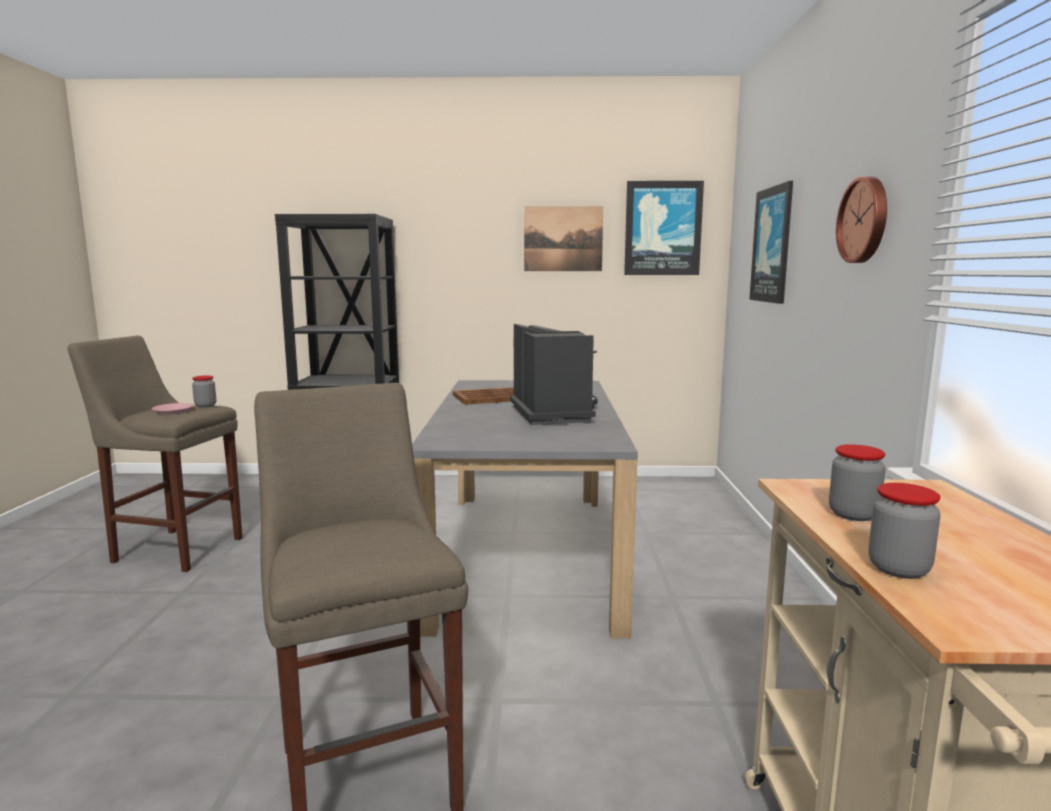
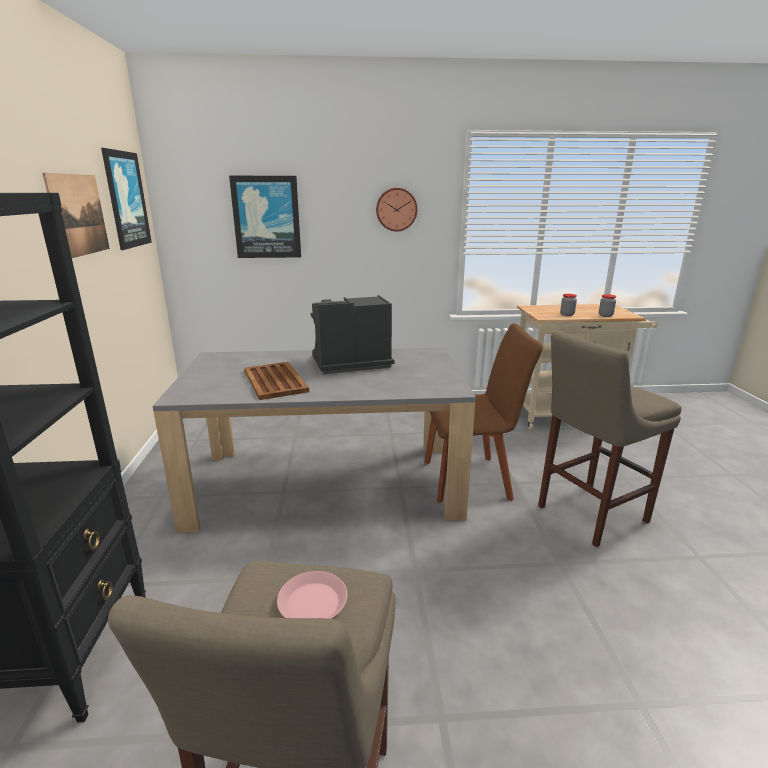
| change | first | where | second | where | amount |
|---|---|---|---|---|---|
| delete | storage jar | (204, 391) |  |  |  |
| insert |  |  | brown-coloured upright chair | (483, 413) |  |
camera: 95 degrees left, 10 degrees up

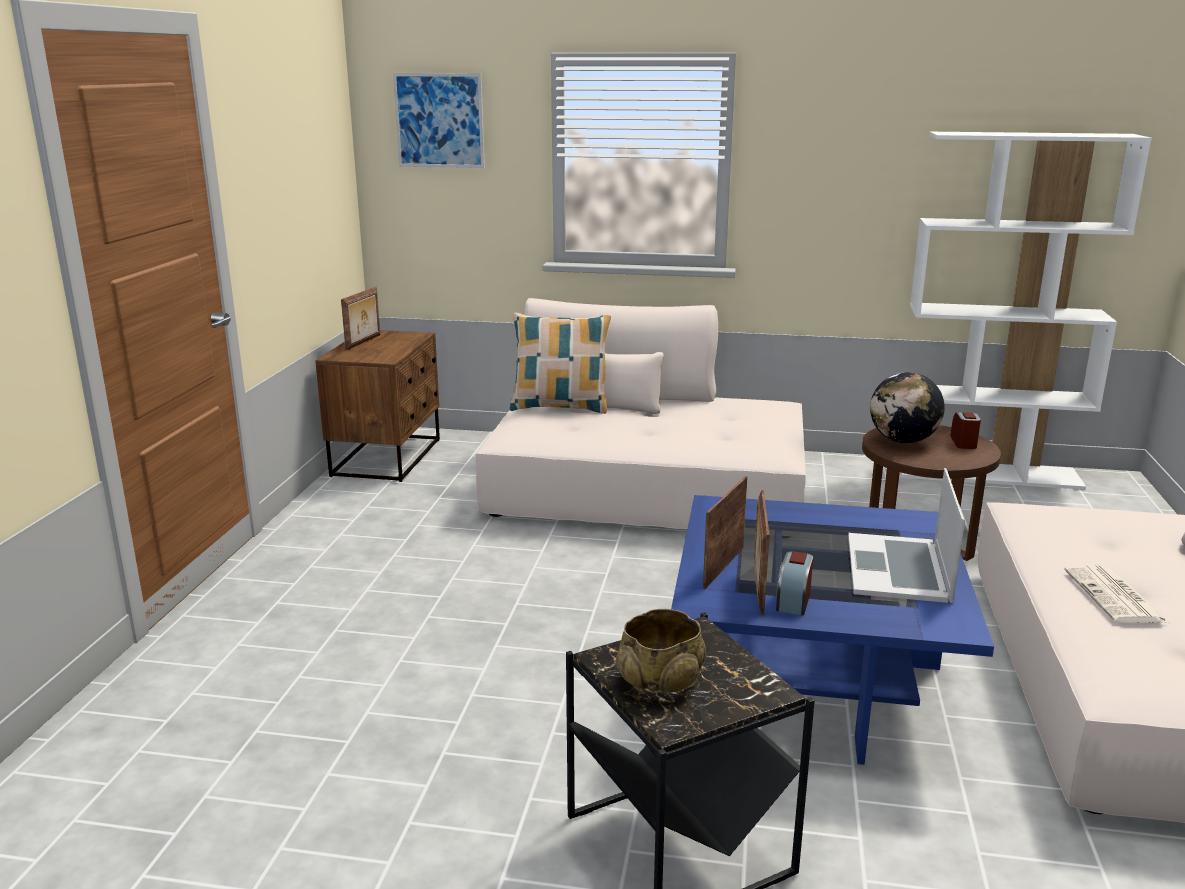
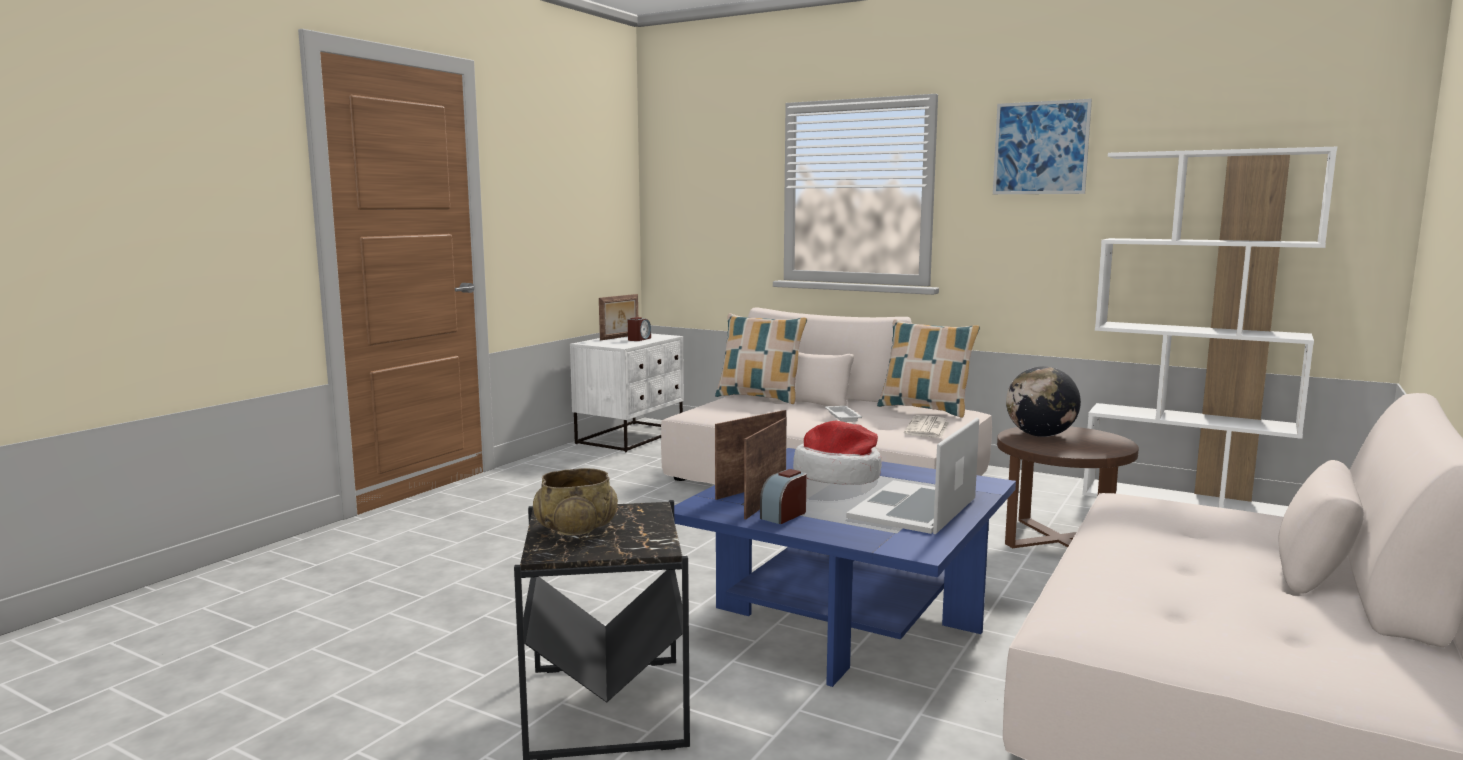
| change | first | where | second | where | amount |
|---|---|---|---|---|---|
| move | wall picture | (439, 120) |  | (1042, 146) |  |
| recolor | brown-coloured bedside table | (377, 406) | whitish bedside table | (627, 393) |  |
| move | bedside clock | (965, 430) |  | (639, 329) |  |
| move | newspaper | (1116, 594) |  | (926, 426) |  |
| insert |  |  | pillow | (928, 368) |  |
| insert |  |  | whitish serving tray | (843, 414) |  |
| insert |  |  | wearable hat | (837, 453) |  |
camera: 20 degrees right, 10 degrees down

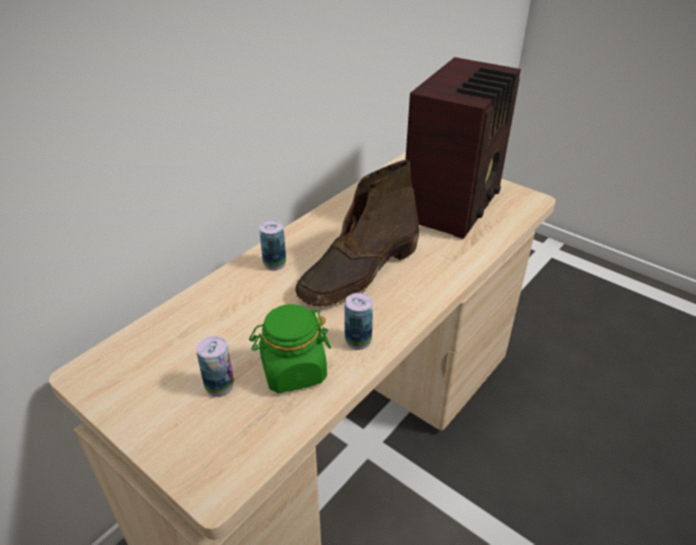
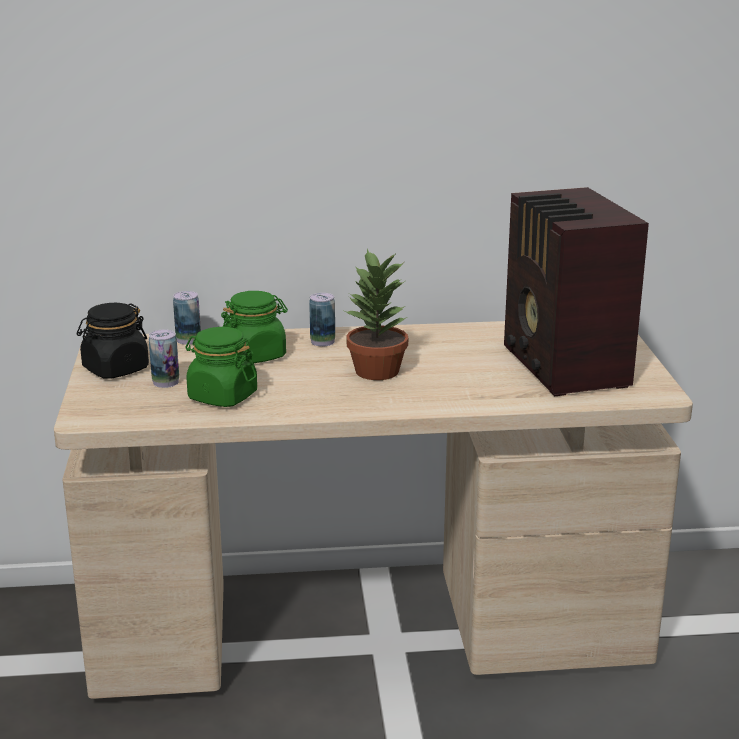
| change | first | where | second | where | amount |
|---|---|---|---|---|---|
| rotate | radio set | (463, 148) |  | (576, 291) | 90 degrees clockwise |
| replace | brown-coloured tall boot | (357, 233) | houseplant | (376, 314) |  |
| move | metal can | (358, 321) |  | (187, 318) |  |
| insert |  |  | greenish storage jar | (254, 327) |  |
| insert |  |  | blackish storage jar | (113, 341) |  |
camera: 45 degrees right, 15 degrees down

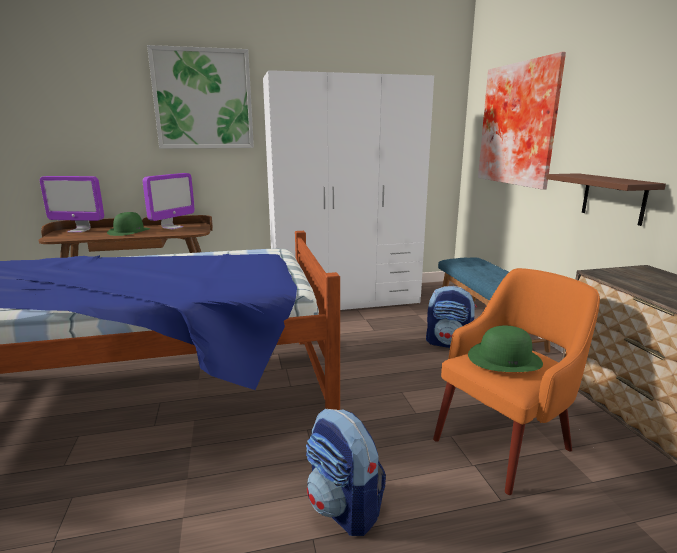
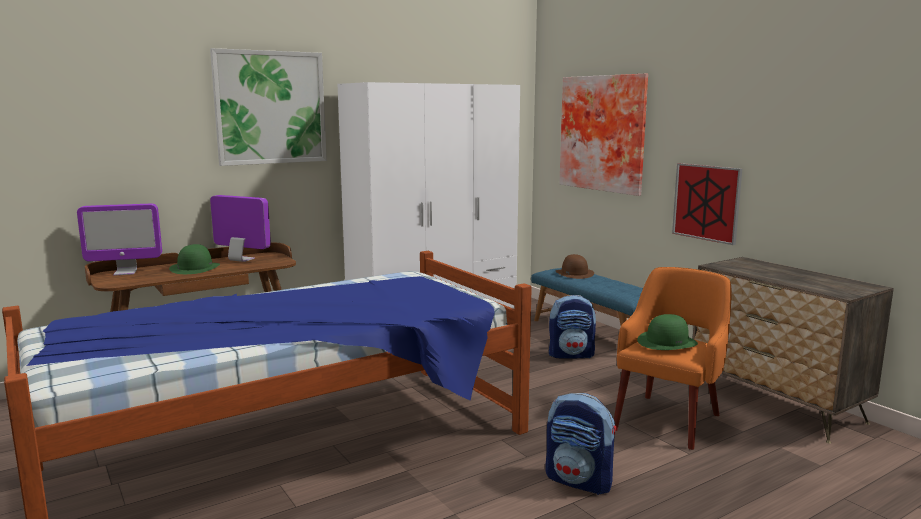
| change | first | where | second | where | amount |
|---|---|---|---|---|---|
| rotate | computer display | (169, 201) |  | (240, 228) | 75 degrees counterclockwise |
| replace | brown-coloured shelf | (606, 199) | wall picture | (707, 204) |  |
| insert |  |  | brown-coloured wearable hat | (575, 266) |  |
camera: 20 degrees left, 5 degrees down

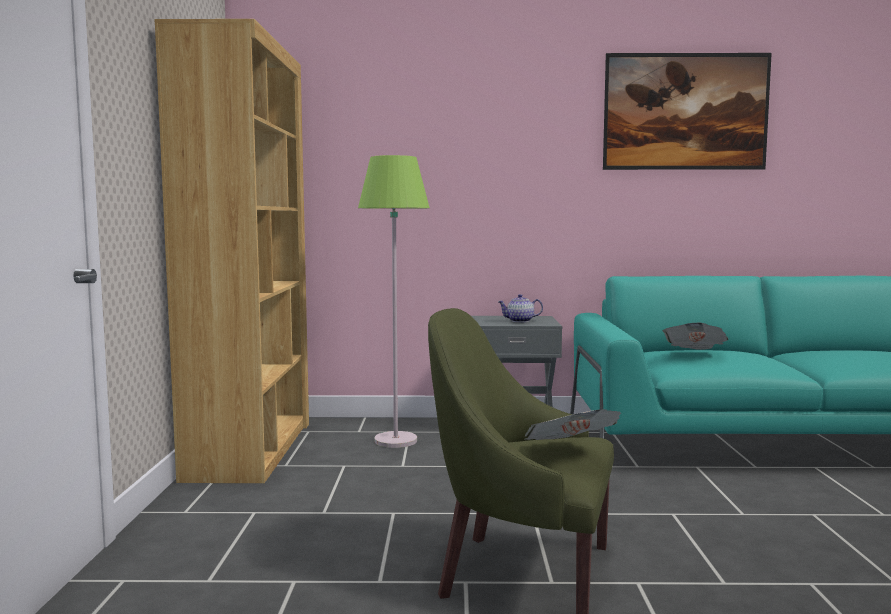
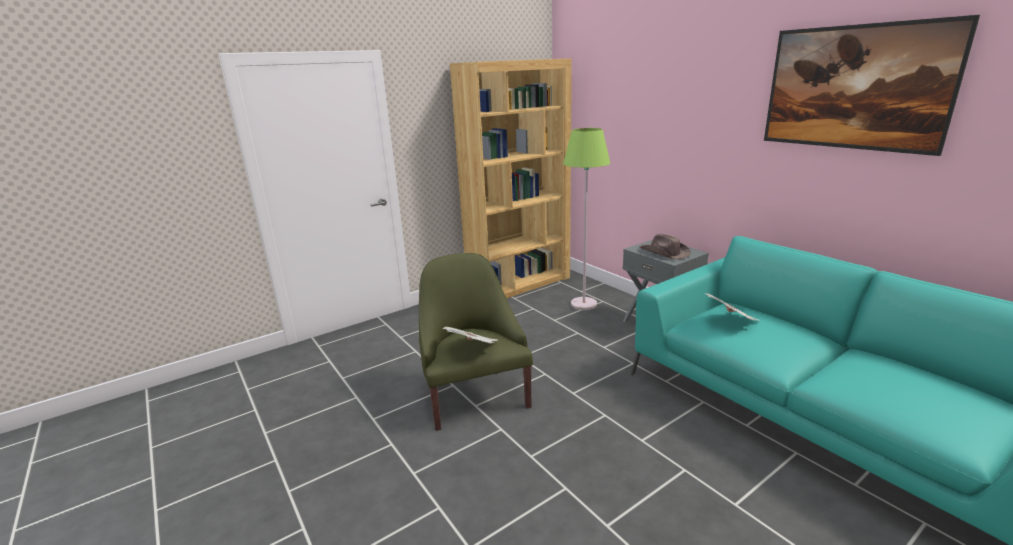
| change | first | where | second | where | amount |
|---|---|---|---|---|---|
| replace | tea pot | (520, 308) | brown-coloured wearable hat | (665, 246) |  |
camera: 55 degrees right, 15 degrees up

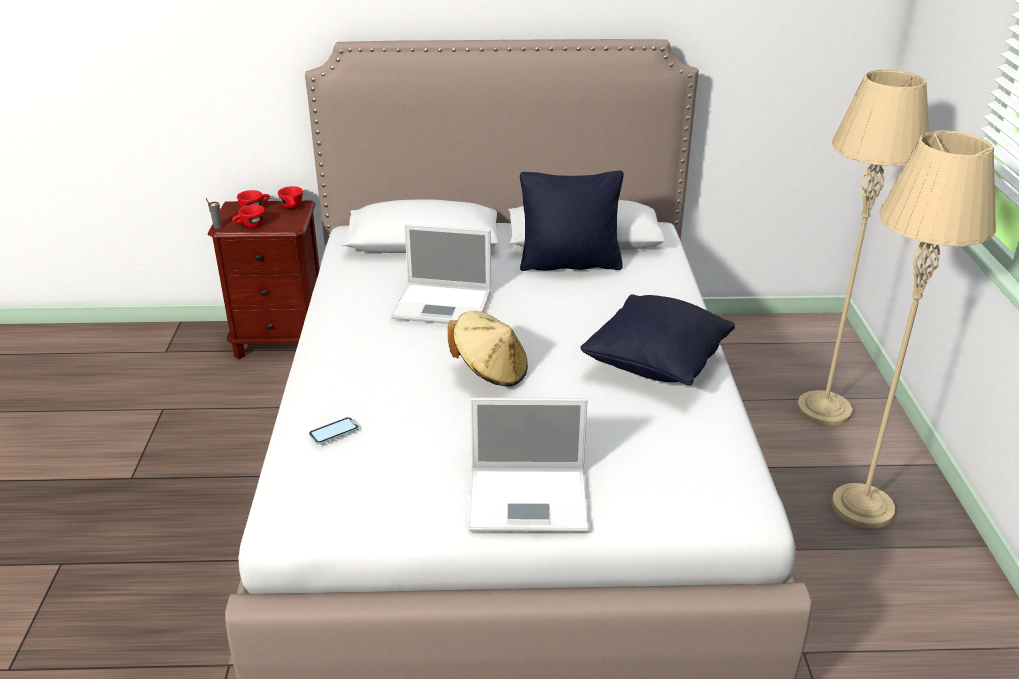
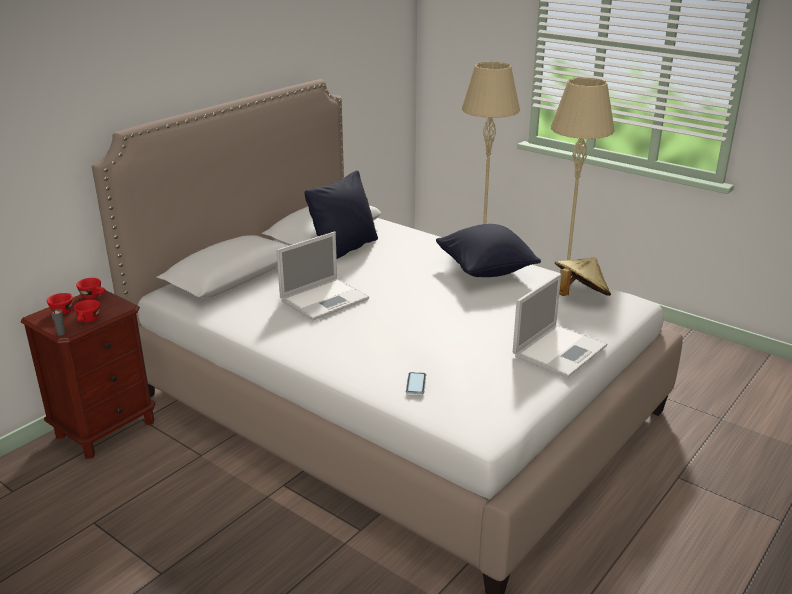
| change | first | where | second | where | amount |
|---|---|---|---|---|---|
| move | beige-coloured wearable hat | (488, 348) |  | (583, 277) |  |
camera: 50 degrees left, 5 degrees down

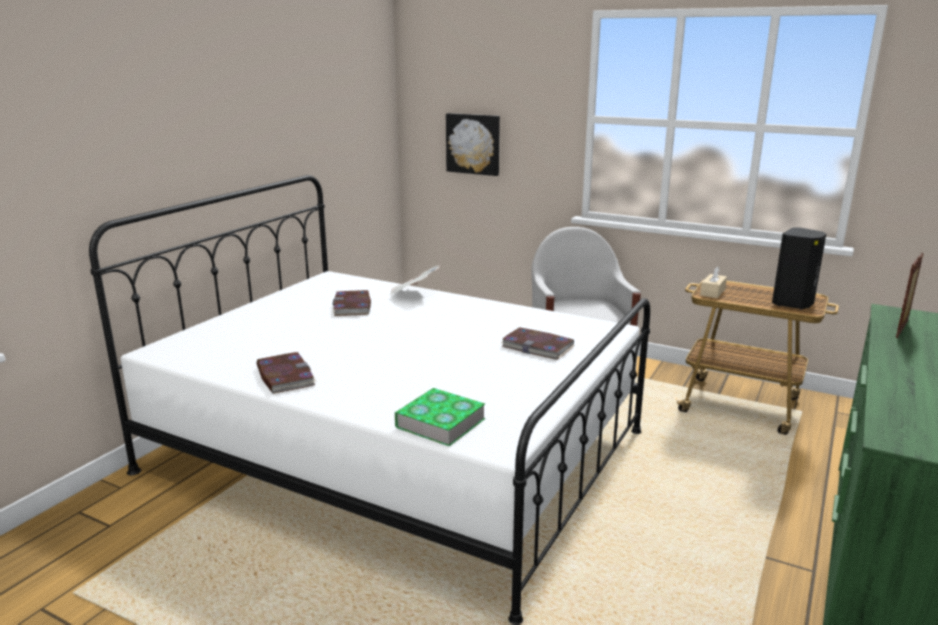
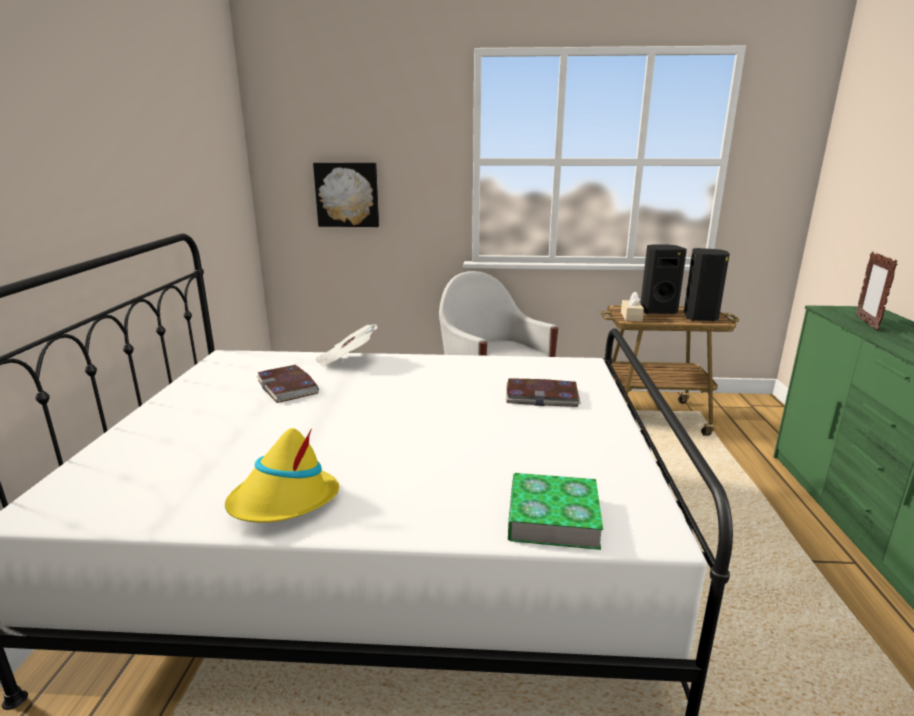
| change | first | where | second | where | amount |
|---|---|---|---|---|---|
| replace | book | (286, 373) | yellow wearable hat | (282, 475) |  |
| insert |  |  | blackish loudspeaker | (663, 279) |  |
camera: 25 degrees left, 0 degrees up

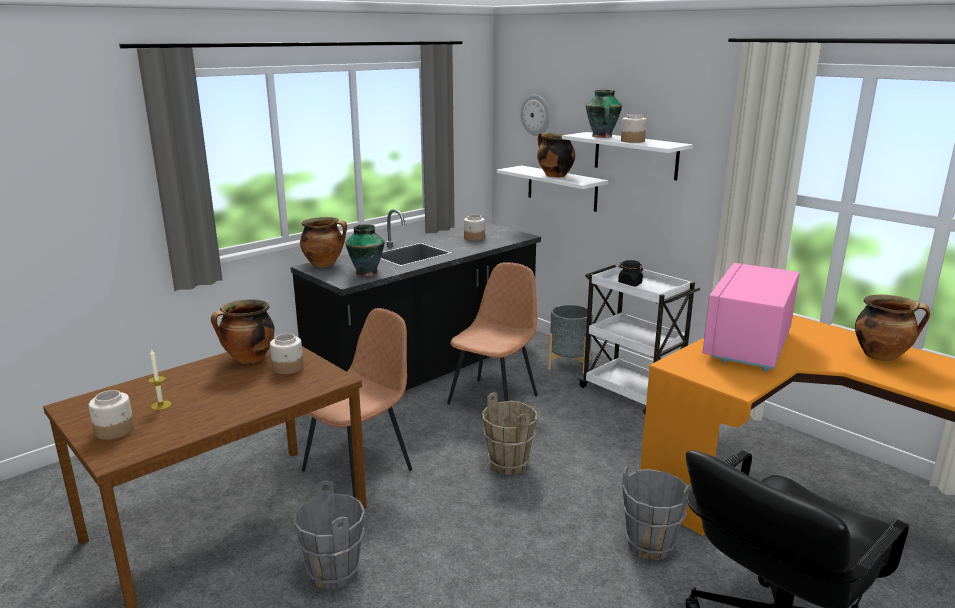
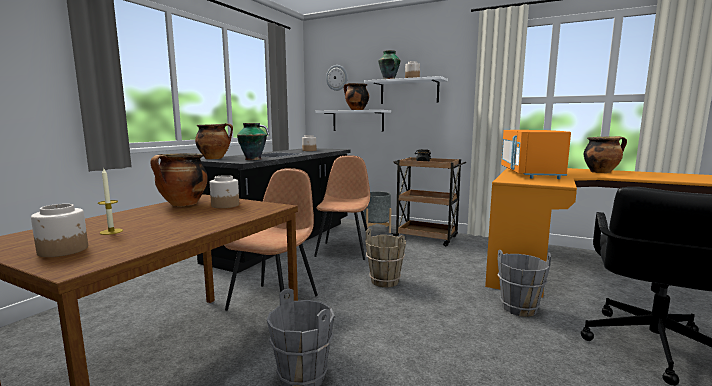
| change | first | where | second | where | amount |
|---|---|---|---|---|---|
| recolor | whitish wheeled cart | (639, 338) | brown-coloured wheeled cart | (428, 201) |  |
| recolor | pink microwave | (751, 317) | orange microwave | (536, 154) |  |
camera: 20 degrees left, 10 degrees down

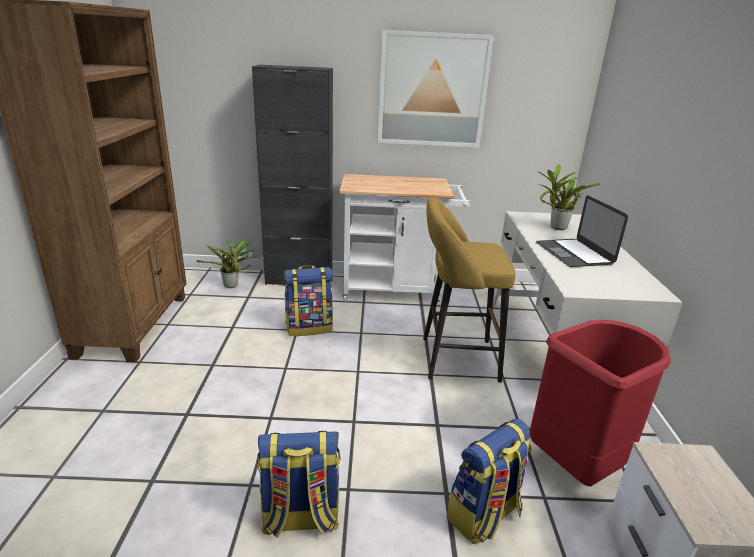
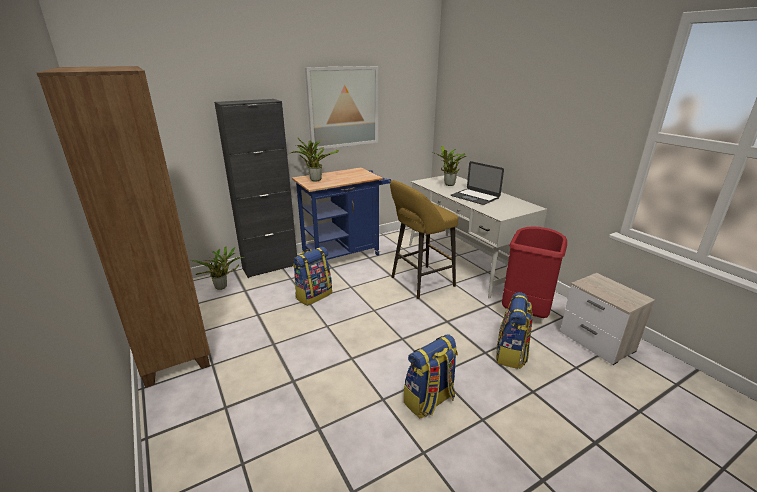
| change | first | where | second | where | amount |
|---|---|---|---|---|---|
| recolor | whitish wheeled cart | (404, 238) | blue wheeled cart | (341, 214) |  |
| insert |  |  | houseplant | (314, 159) |  |
camera: 30 degrees left, 0 degrees up

